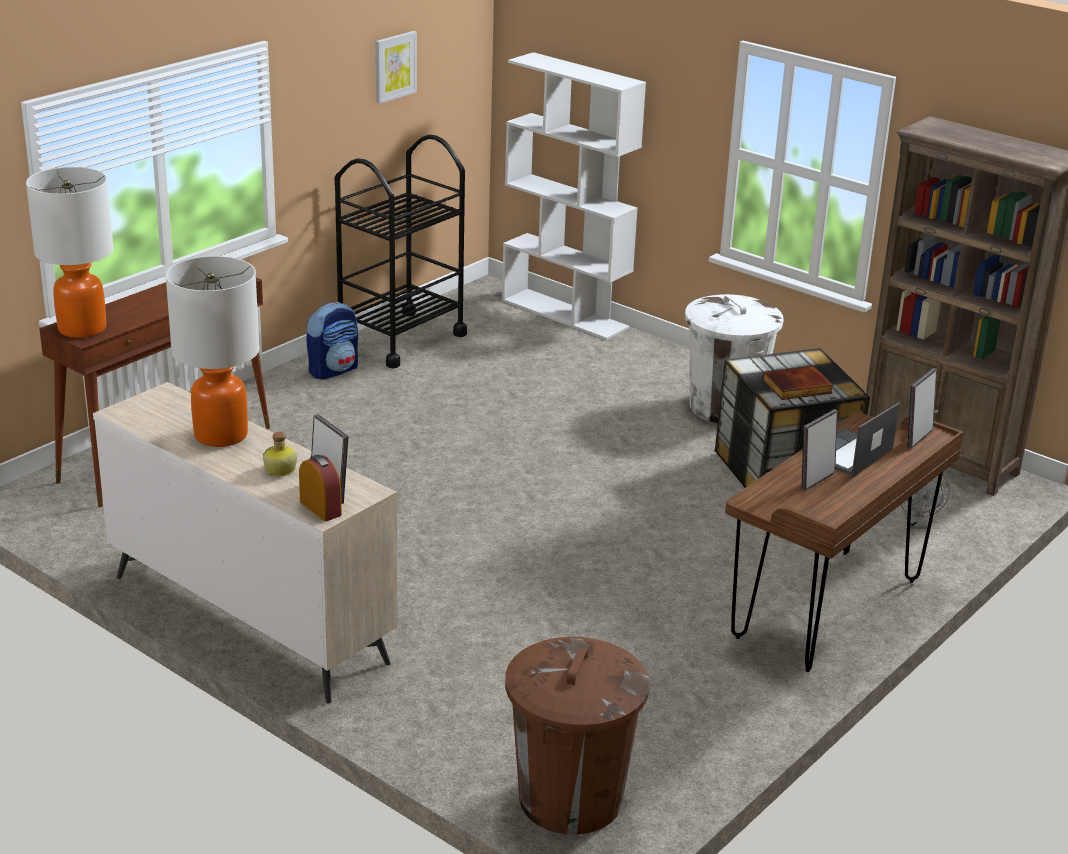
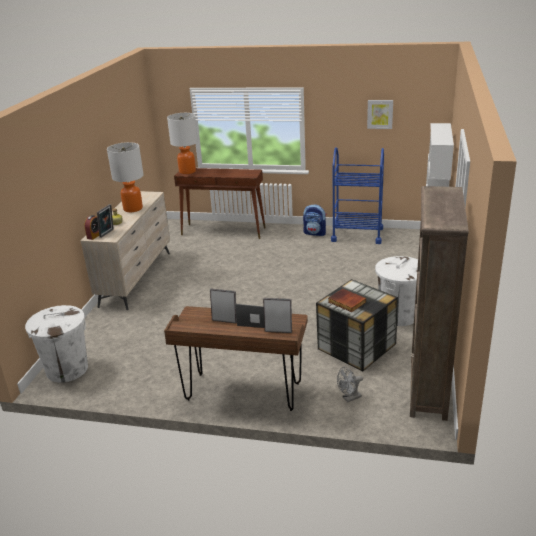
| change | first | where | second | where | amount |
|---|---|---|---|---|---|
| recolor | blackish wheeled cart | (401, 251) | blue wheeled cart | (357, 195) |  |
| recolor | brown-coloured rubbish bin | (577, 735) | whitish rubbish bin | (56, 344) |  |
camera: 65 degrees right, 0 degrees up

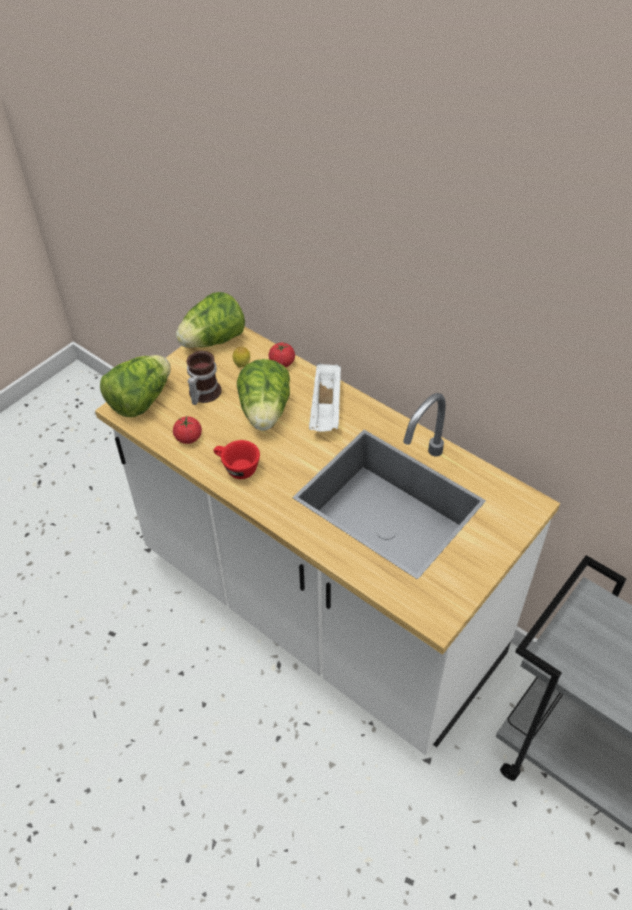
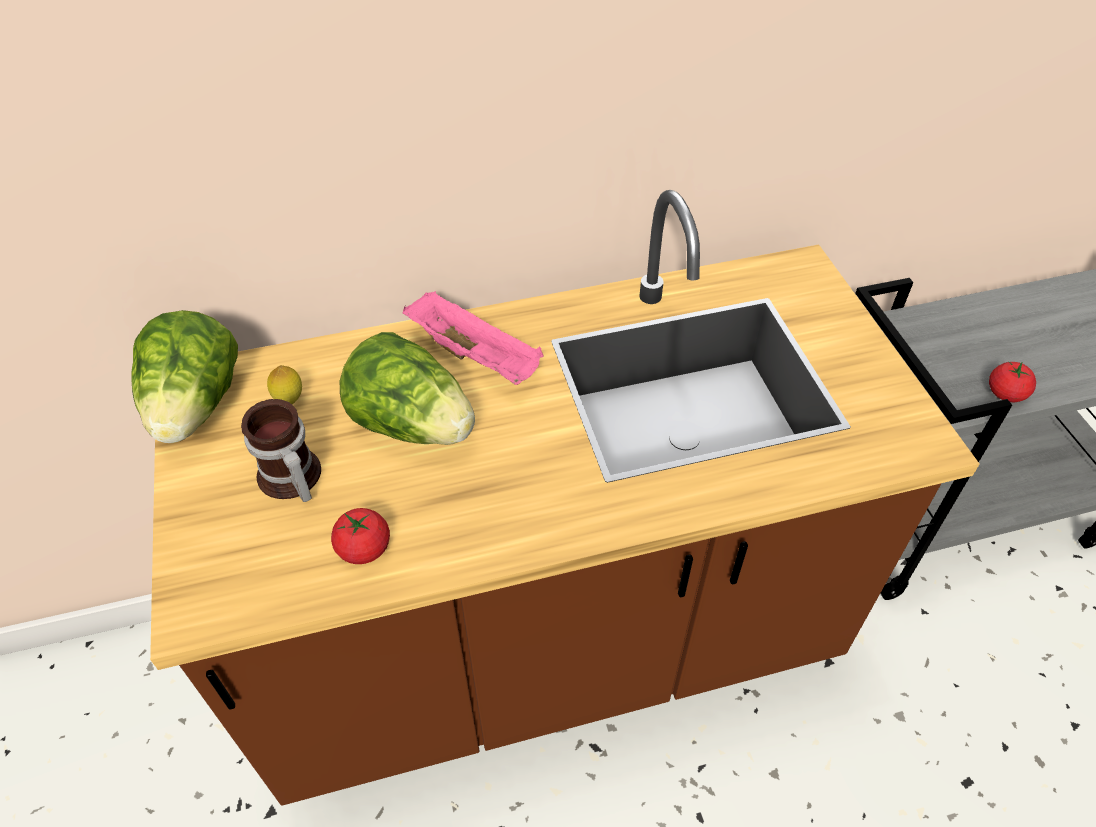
| change | first | where | second | where | amount |
|---|---|---|---|---|---|
| recolor | whitish counter | (327, 541) | brown-coloured counter | (564, 498) |  |
| move | tomato | (282, 354) |  | (1012, 381) |  |
| delete | head of lettuce | (135, 386) |  |  |  |
| recolor | whitish serving tray | (325, 397) | pink serving tray | (473, 338) |  |
| delete | reddish small cup | (236, 459) |  |  |  |
camera: 55 degrees left, 0 degrees up

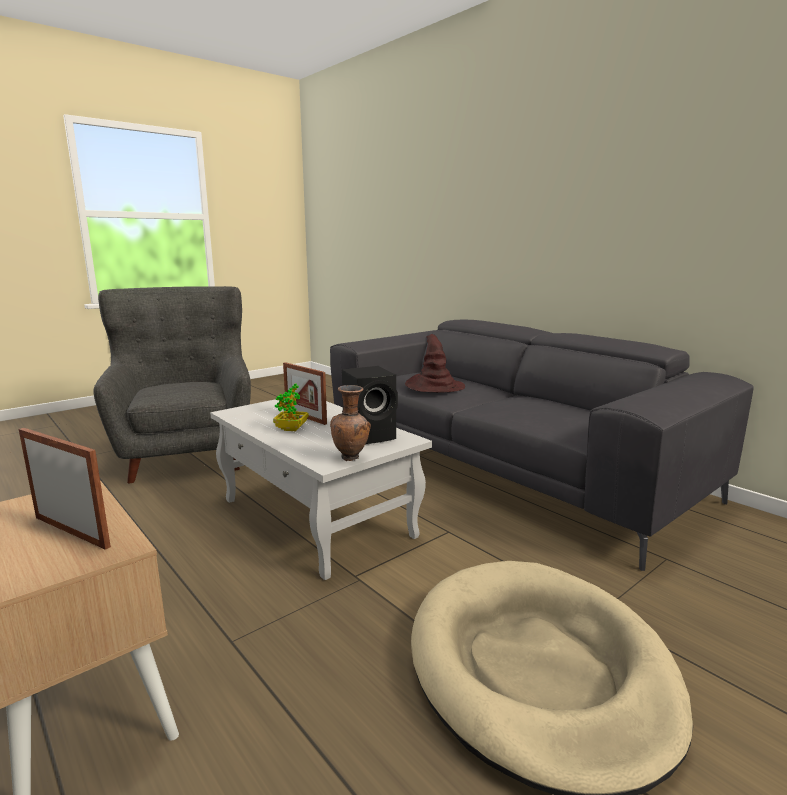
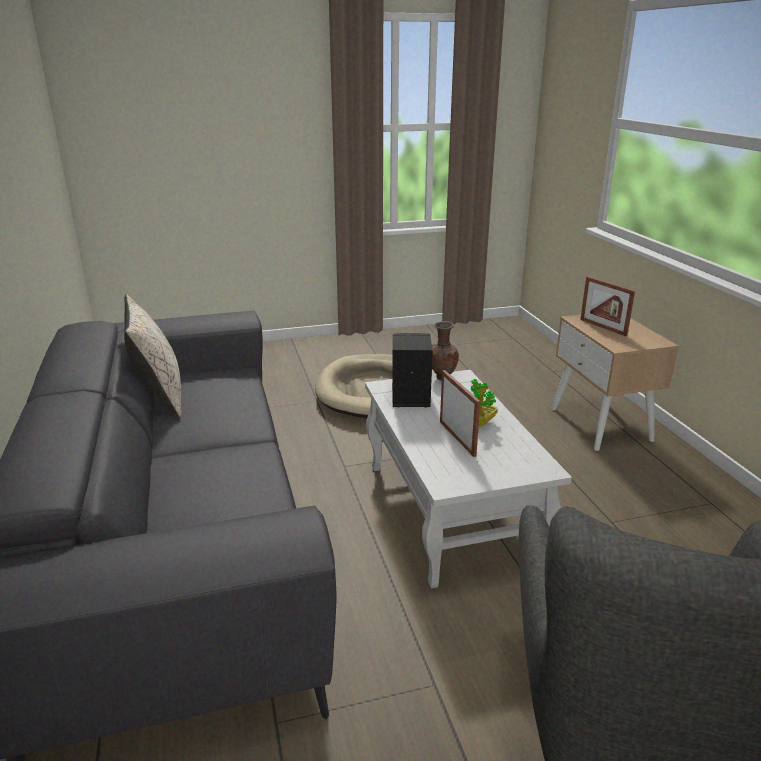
| change | first | where | second | where | amount |
|---|---|---|---|---|---|
| delete | brown-coloured wearable hat | (435, 363) |  |  |  |
| insert |  |  | beige-coloured pillow | (153, 356) |  |
camera: 155 degrees left, 10 degrees up

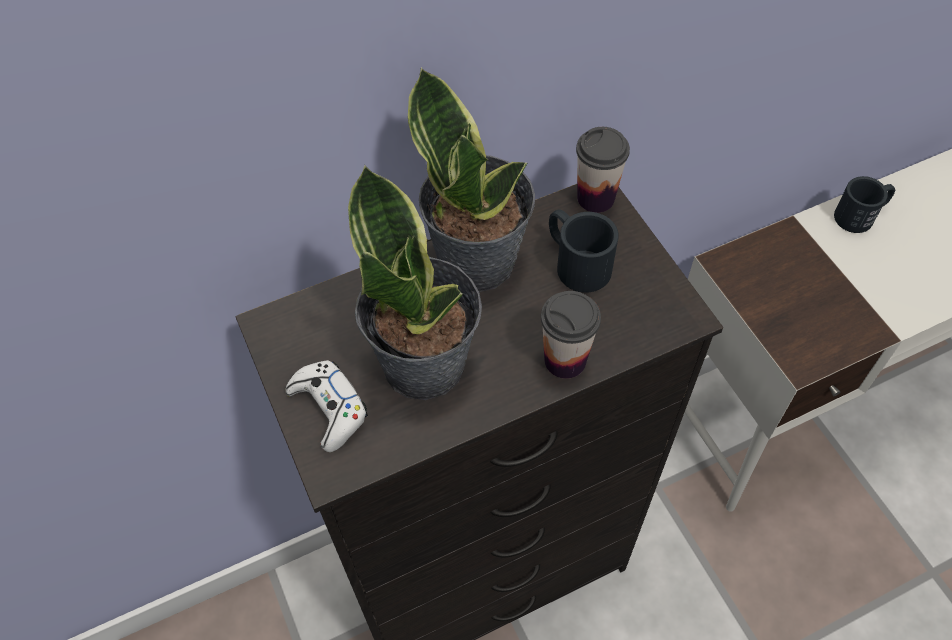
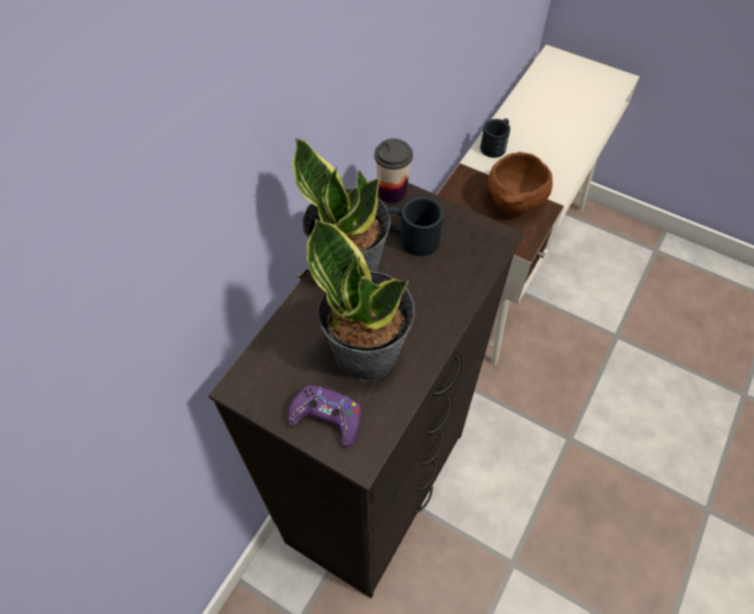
| change | first | where | second | where | amount |
|---|---|---|---|---|---|
| delete | small cup | (571, 335) |  |  |  |
| recolor | whitish joypad | (326, 406) | purple-coloured joypad | (324, 415) |  |
| insert |  |  | brown-coloured bowl | (520, 183) |  |
camera: 35 degrees left, 0 degrees up

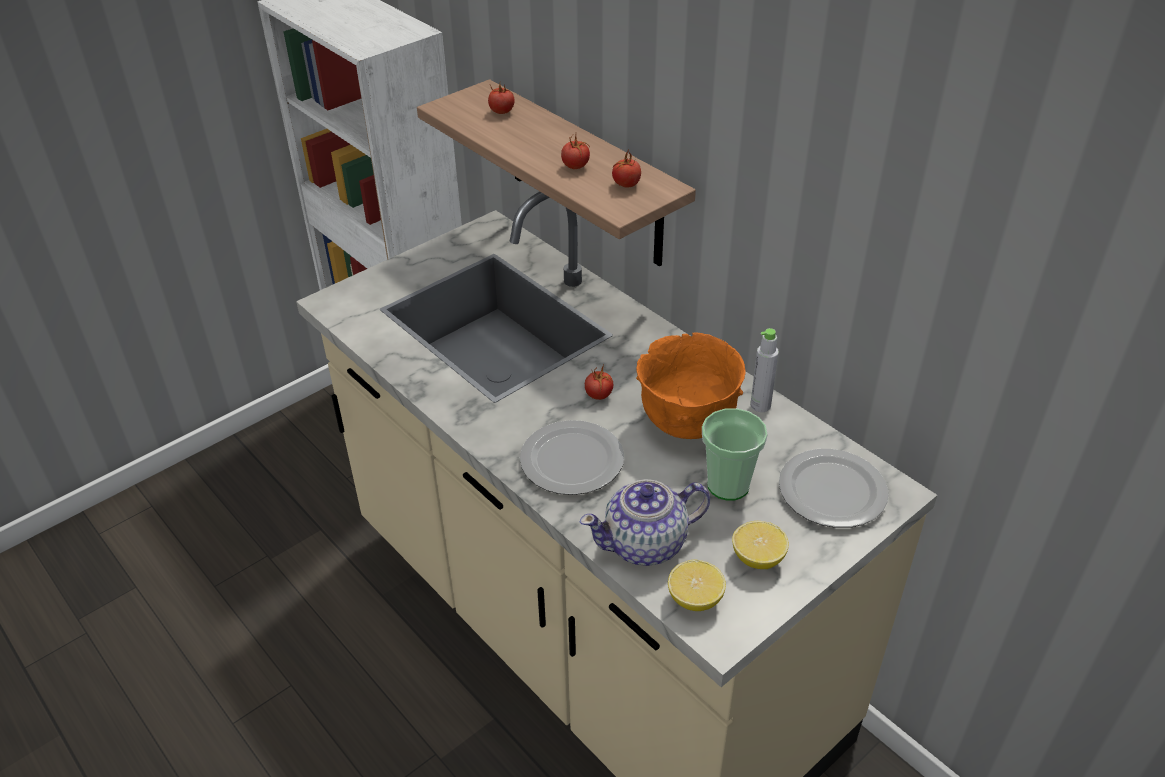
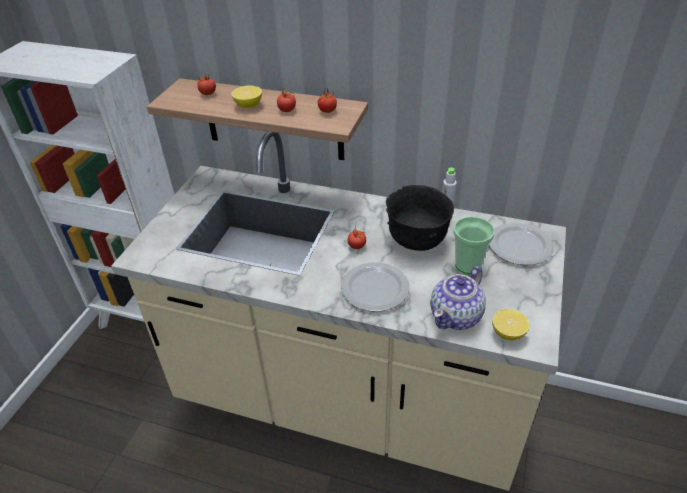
| change | first | where | second | where | amount |
|---|---|---|---|---|---|
| recolor | orange bowl | (691, 385) | blackish bowl | (420, 218) |  |
| move | lemon | (760, 545) |  | (246, 96) |  |
camera: 30 degrees left, 0 degrees up

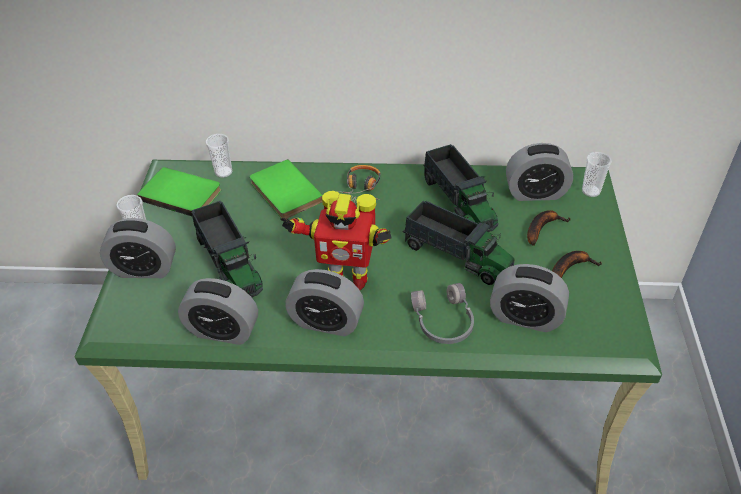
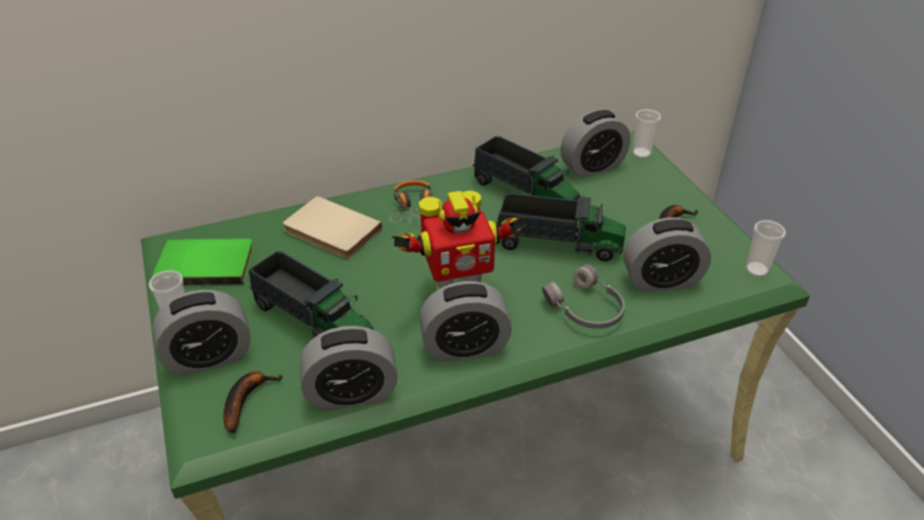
| change | first | where | second | where | amount |
|---|---|---|---|---|---|
| move | small cup | (219, 156) |  | (766, 248) |  |
| recolor | greenish book | (286, 189) | beige-coloured book | (332, 227) |  |
| move | banana | (549, 228) |  | (253, 402) |  |
camera: 25 degrees left, 5 degrees down

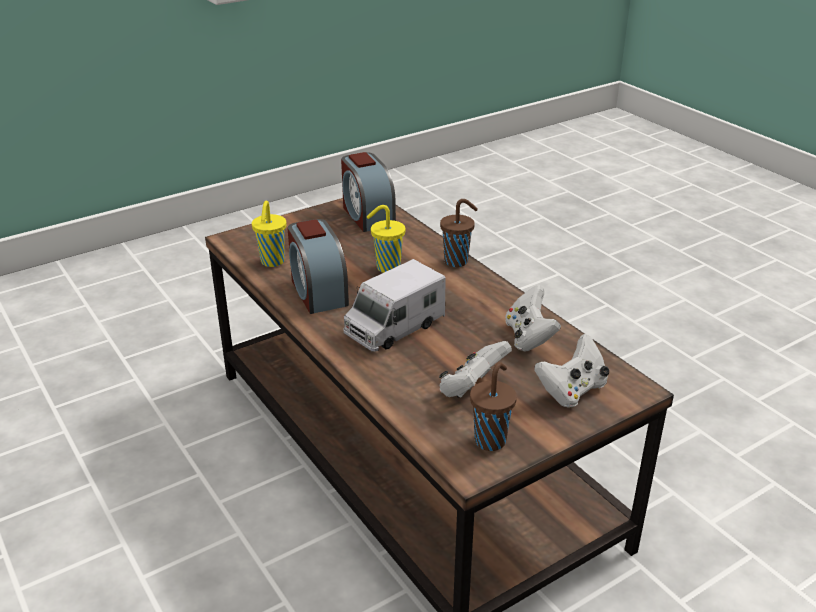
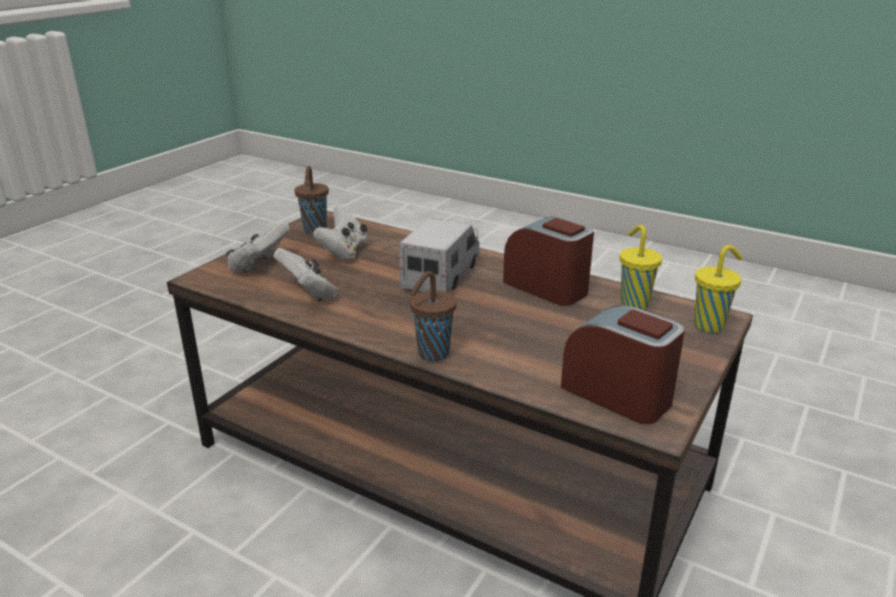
| change | first | where | second | where | amount |
|---|---|---|---|---|---|
| move | yellow small cup | (386, 239) |  | (718, 289) |  |
camera: 155 degrees right, 5 degrees down

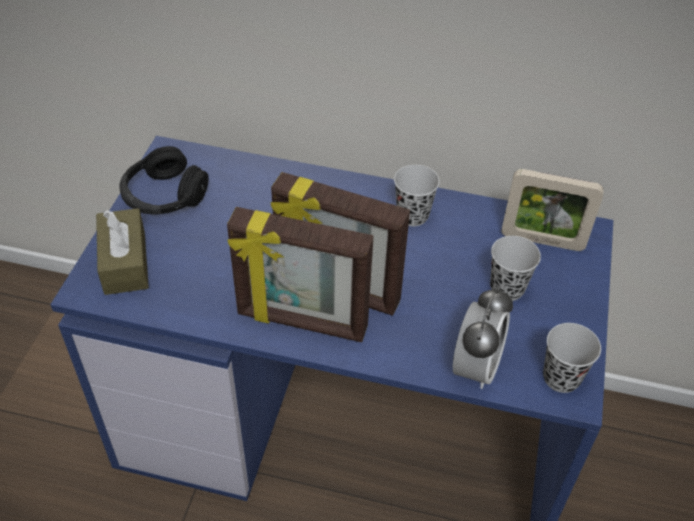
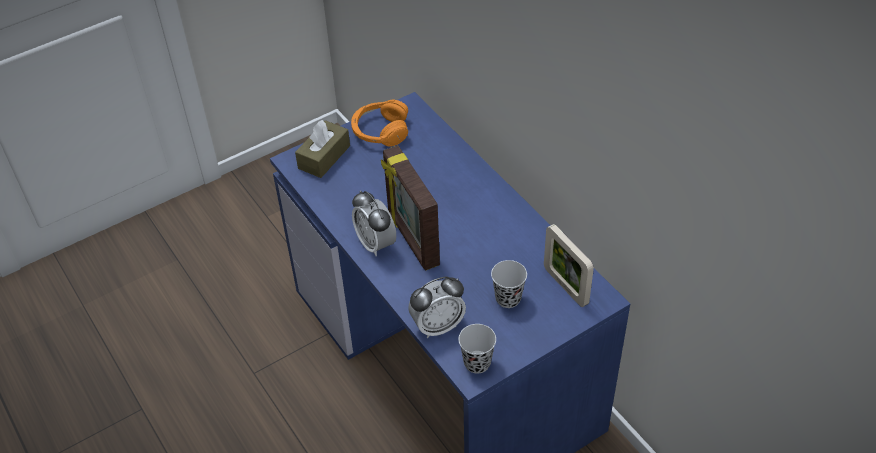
| change | first | where | second | where | amount |
|---|---|---|---|---|---|
| recolor | blackish pair of headphones | (164, 180) | orange pair of headphones | (379, 123) |  |
| delete | blackish small cup | (417, 195) |  |  |  |
| replace | picture frame | (300, 274) | bedside clock | (374, 223) |  |
camera: 45 degrees right, 0 degrees up

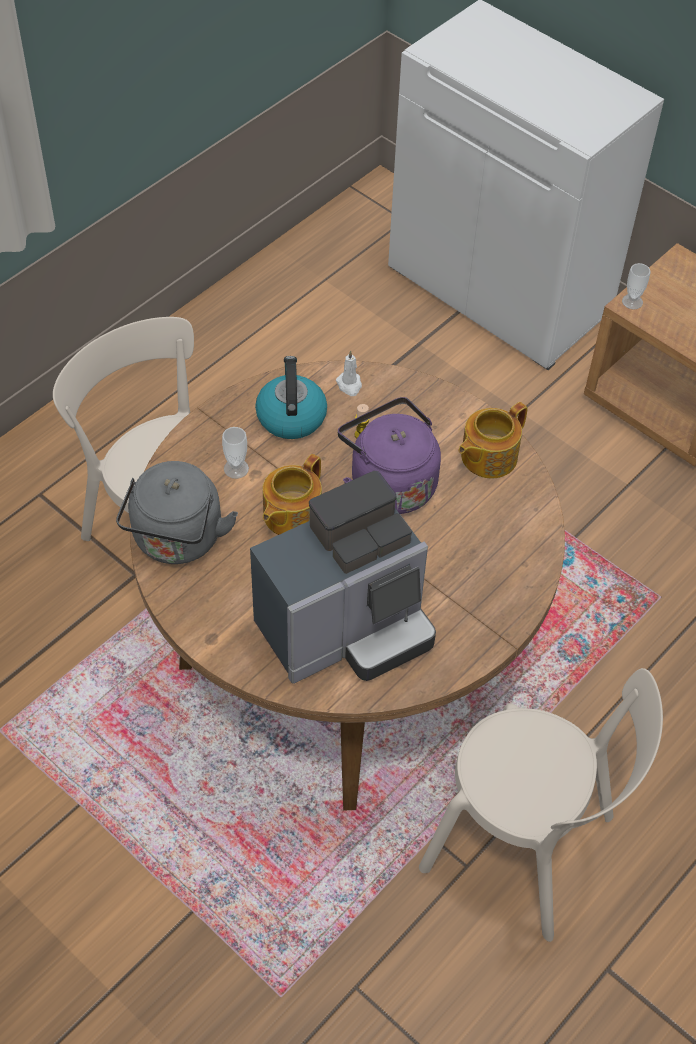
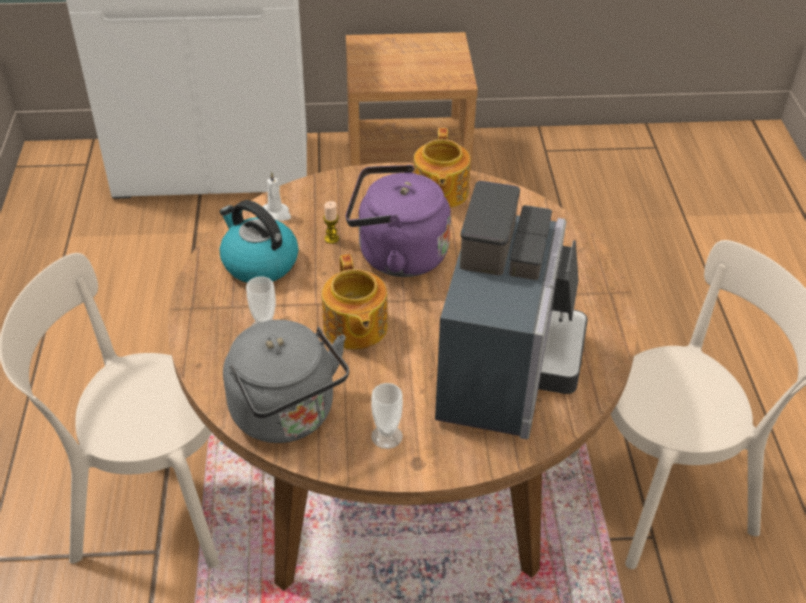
| change | first | where | second | where | amount |
|---|---|---|---|---|---|
| move | small cup | (636, 286) |  | (387, 416) |  |
camera: 45 degrees left, 10 degrees down

